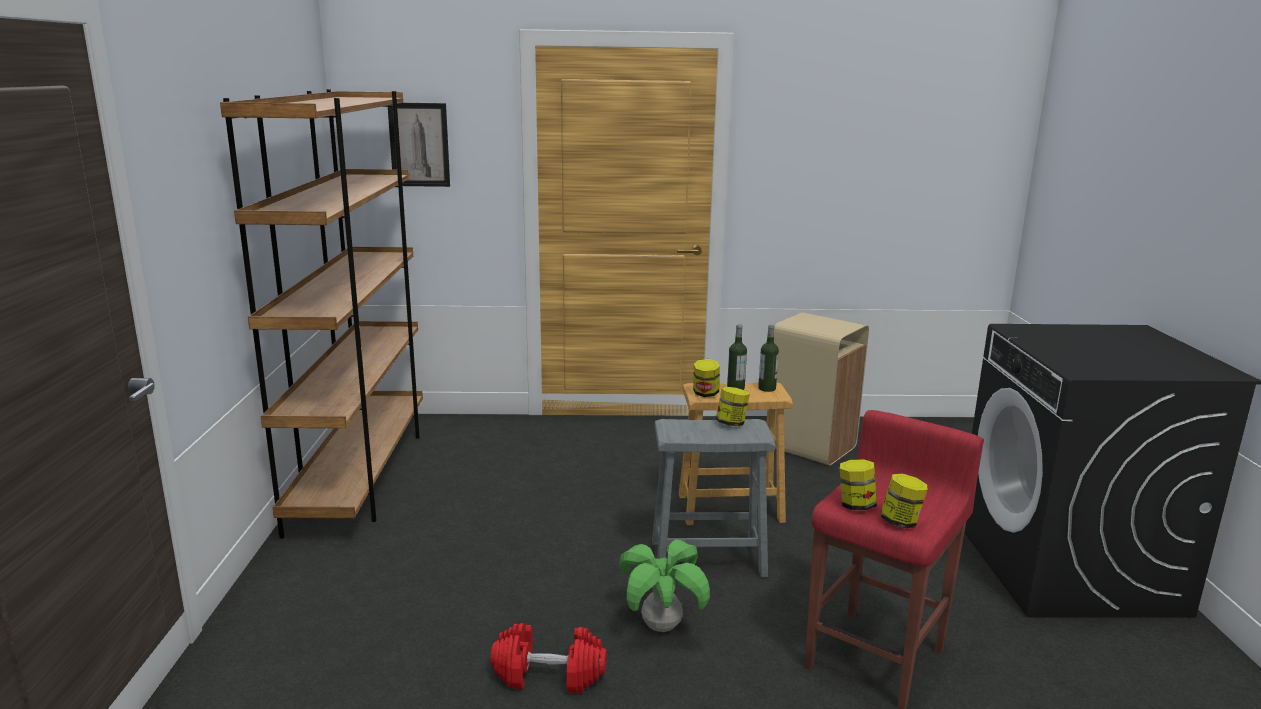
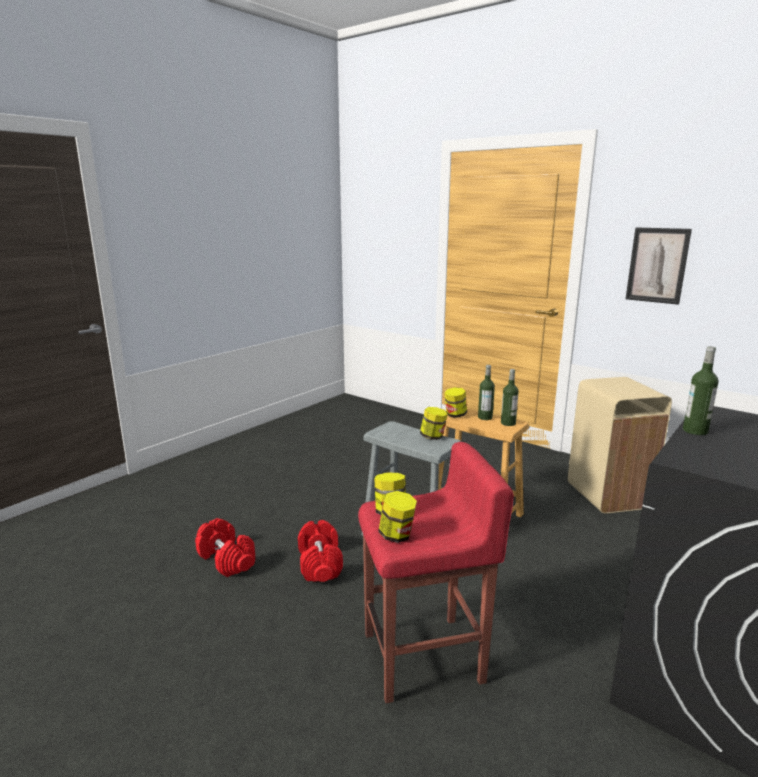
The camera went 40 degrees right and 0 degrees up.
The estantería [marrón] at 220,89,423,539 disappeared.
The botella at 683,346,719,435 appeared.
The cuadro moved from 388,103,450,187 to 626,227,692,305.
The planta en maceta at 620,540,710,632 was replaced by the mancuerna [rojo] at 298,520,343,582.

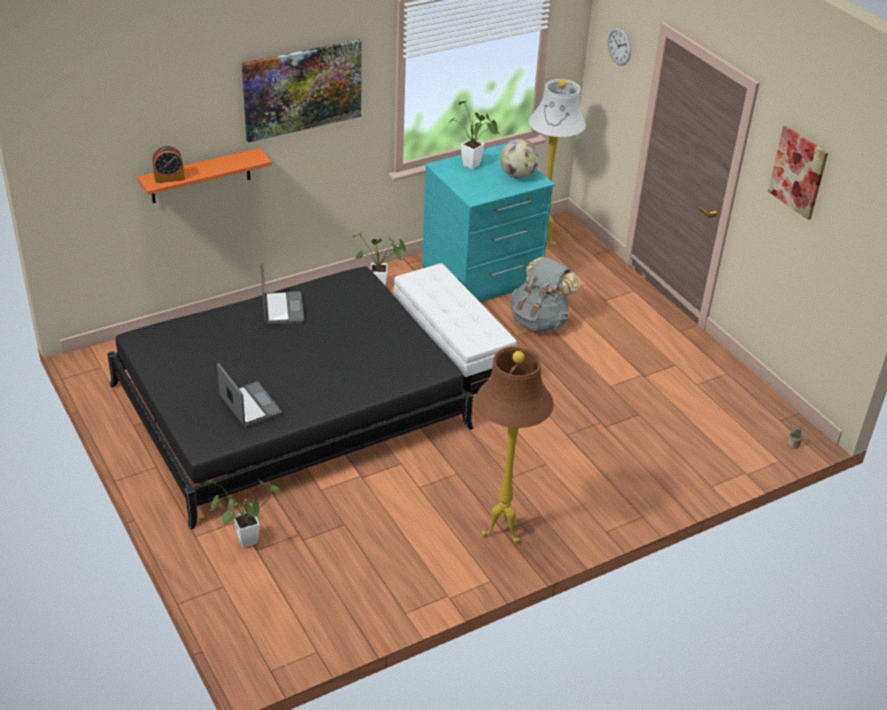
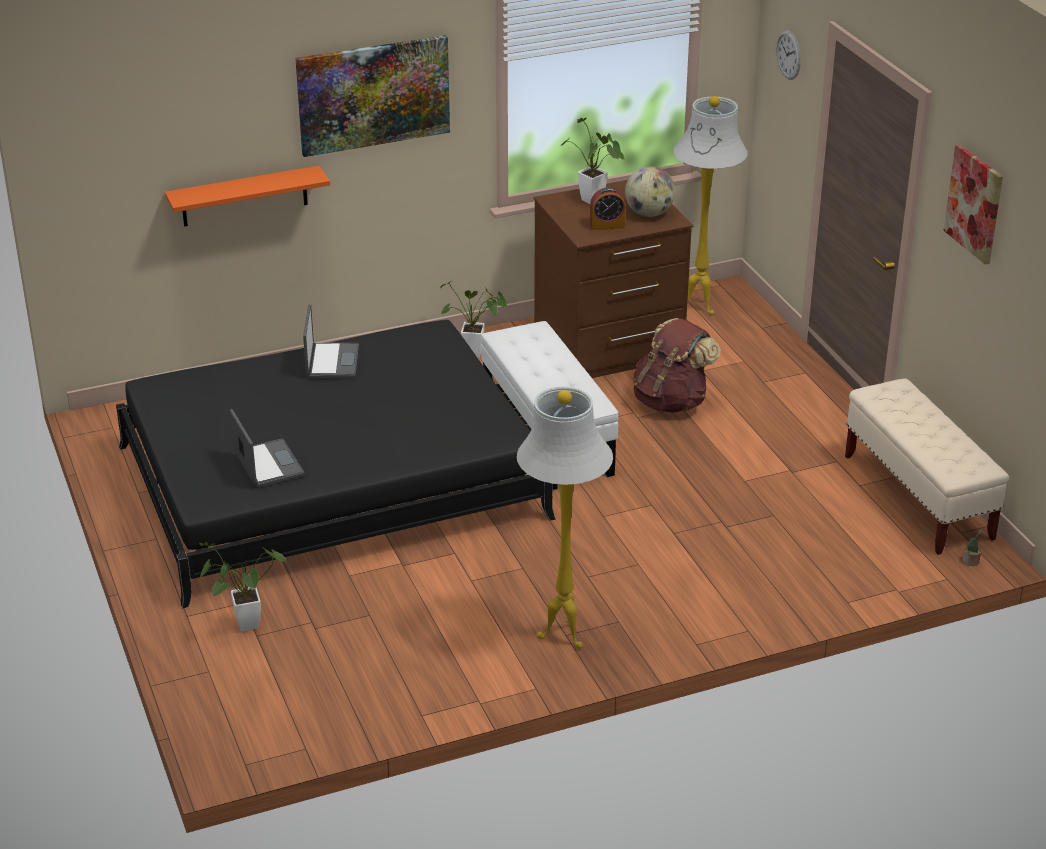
The camera went 10 degrees right and 5 degrees down.
The banco [beis] at 845,379,1009,555 appeared.
The despertador moved from 153,146,185,183 to 590,187,625,230.
The cómoda [turquesa] at 422,143,555,302 became the cómoda [marrón] at 534,180,694,378.
The lámpara de pie [marrón] at 476,346,554,543 became the lámpara de pie [blanco] at 517,386,613,649.
The mochila [gris] at 510,257,580,331 became the mochila [marrón] at 633,318,721,413.

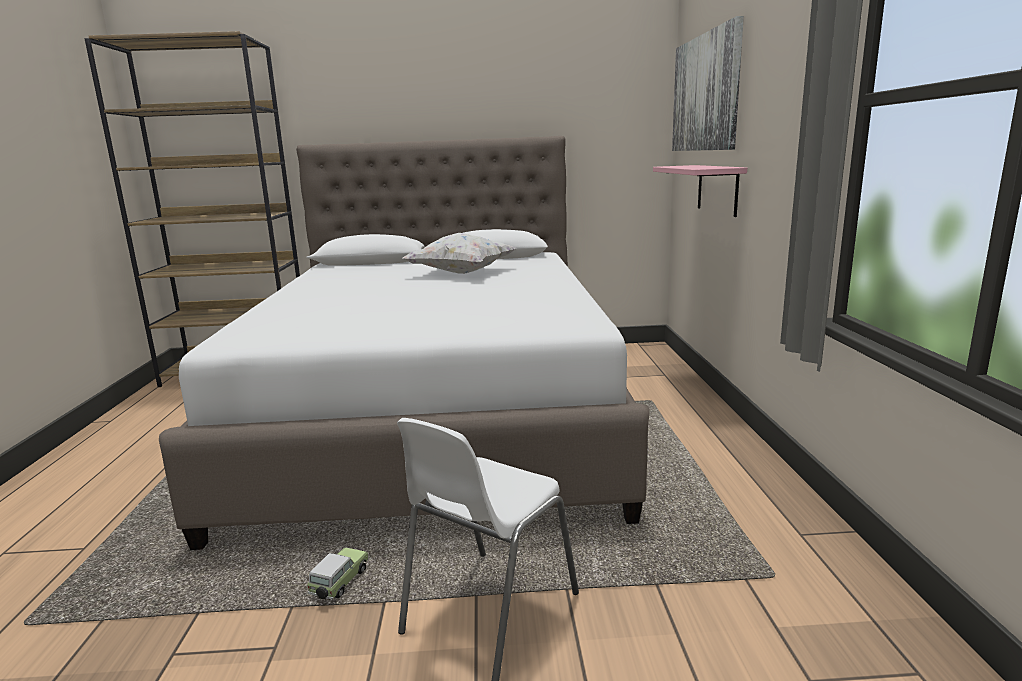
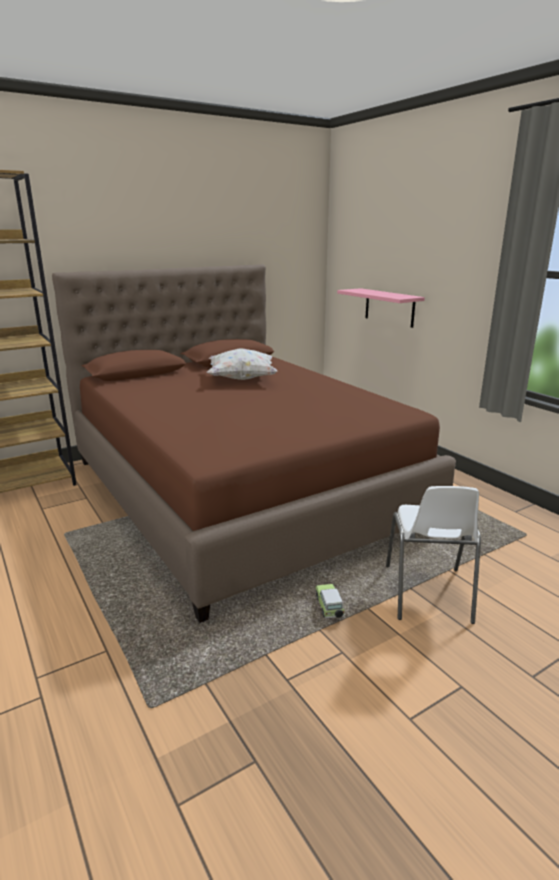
The camera went 30 degrees left and 5 degrees up.
The cuadro at 672,16,744,151 disappeared.
The cama [blanco] at 159,136,650,550 became the cama [marrón] at 52,264,456,623.

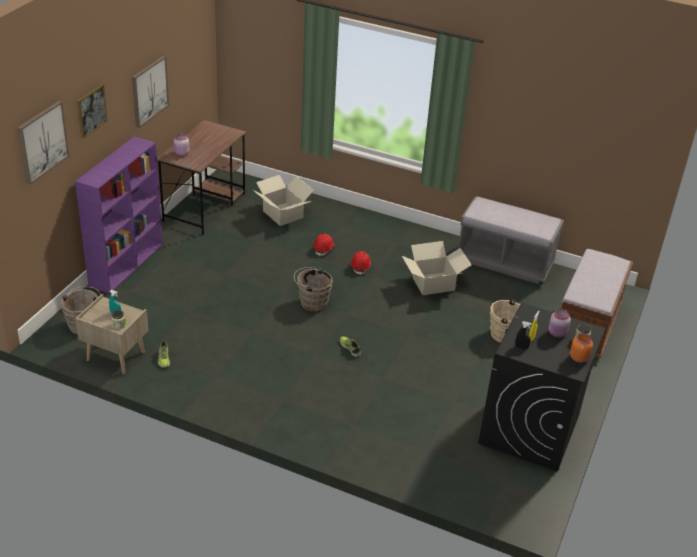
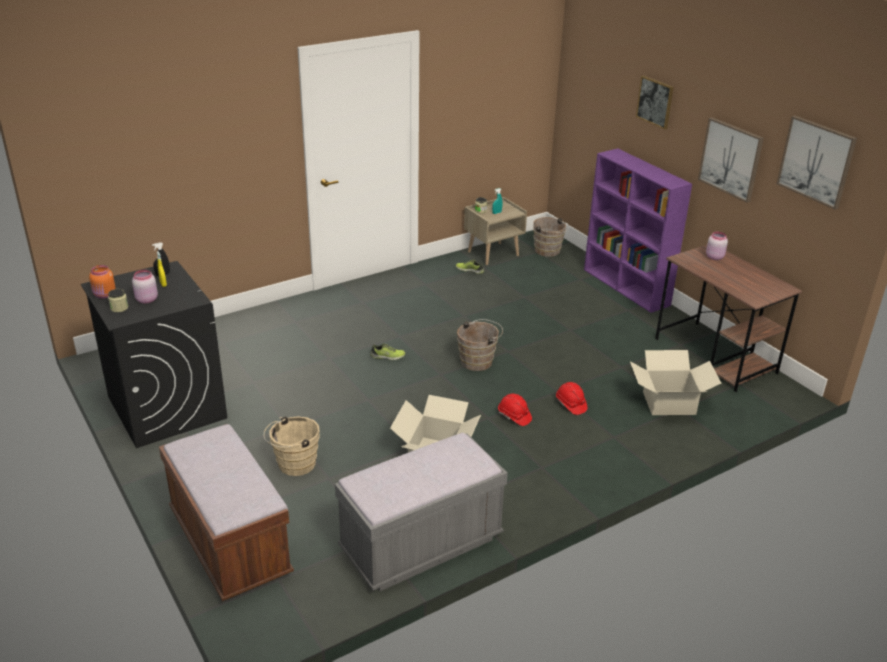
The camera went 125 degrees right and 5 degrees down.
The cuadro moved from 18,101,69,185 to 777,116,857,209.

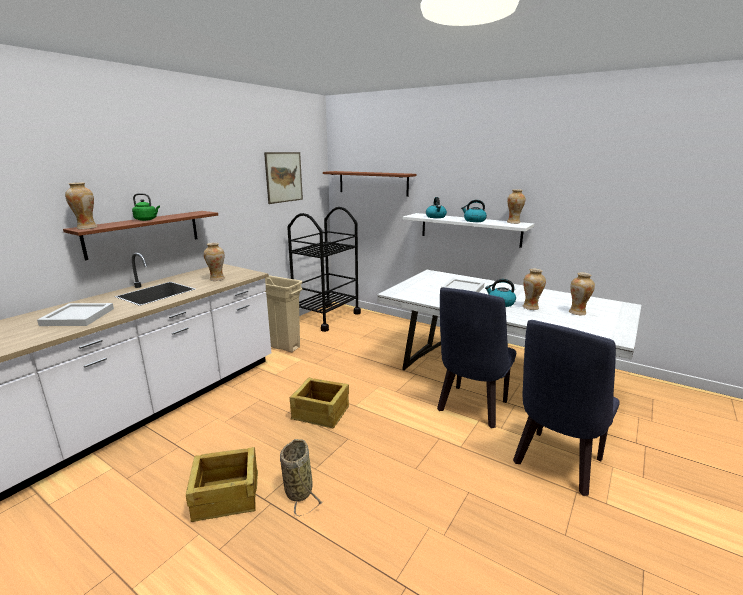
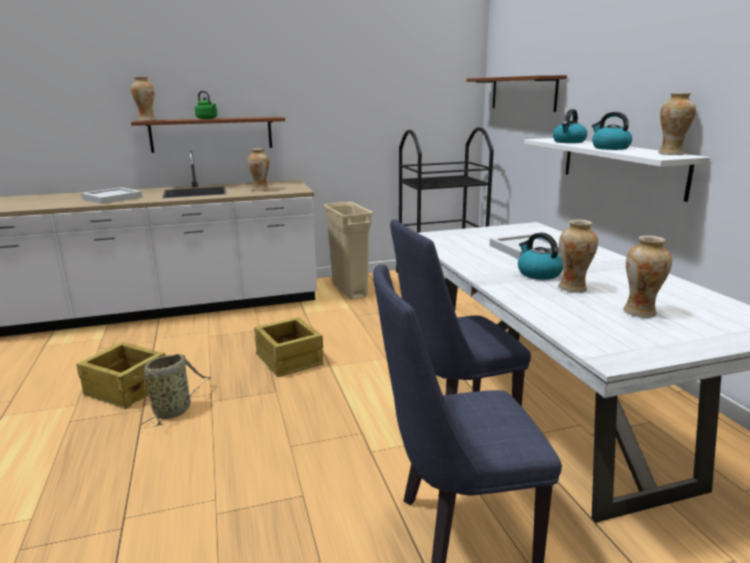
The camera went 40 degrees right and 0 degrees up.
The cuadro at 264,152,303,204 disappeared.

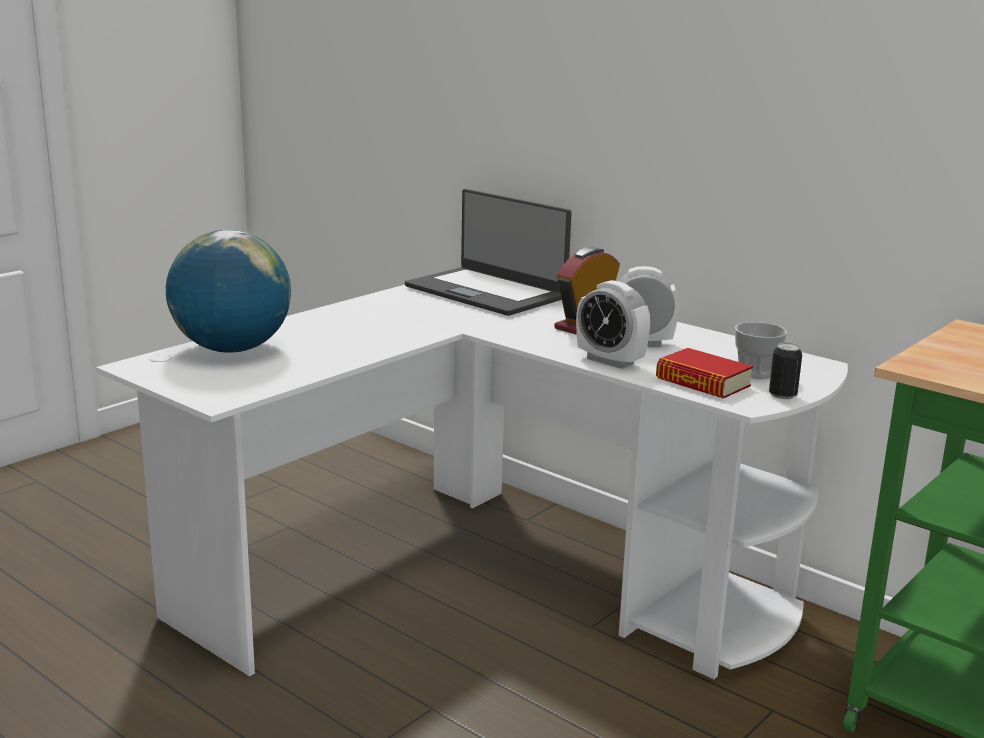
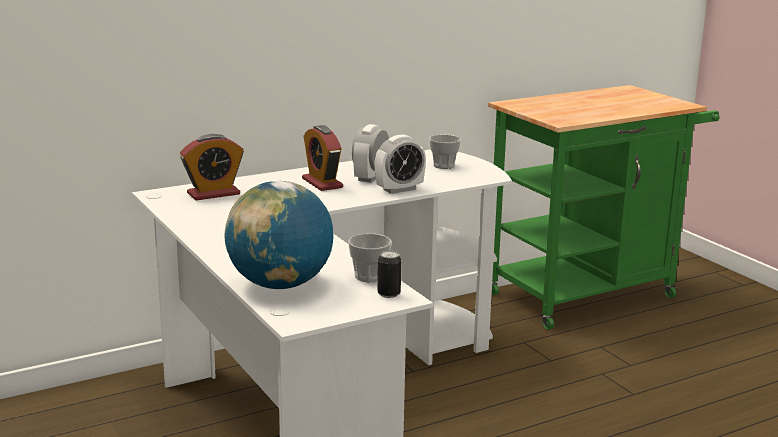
The camera went 70 degrees left and 0 degrees up.
The libro at 656,348,753,398 disappeared.
The taza at 348,233,392,282 appeared.
The lata moved from 769,343,802,399 to 378,251,401,298.
The portátil at 405,189,572,316 was replaced by the despertador at 180,134,244,200.

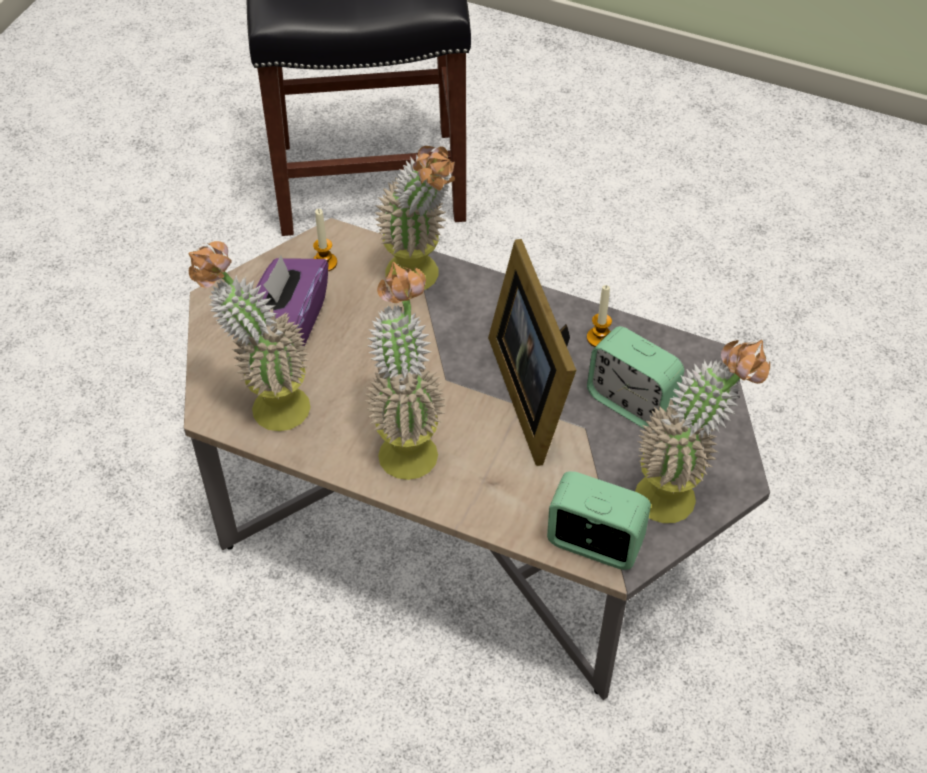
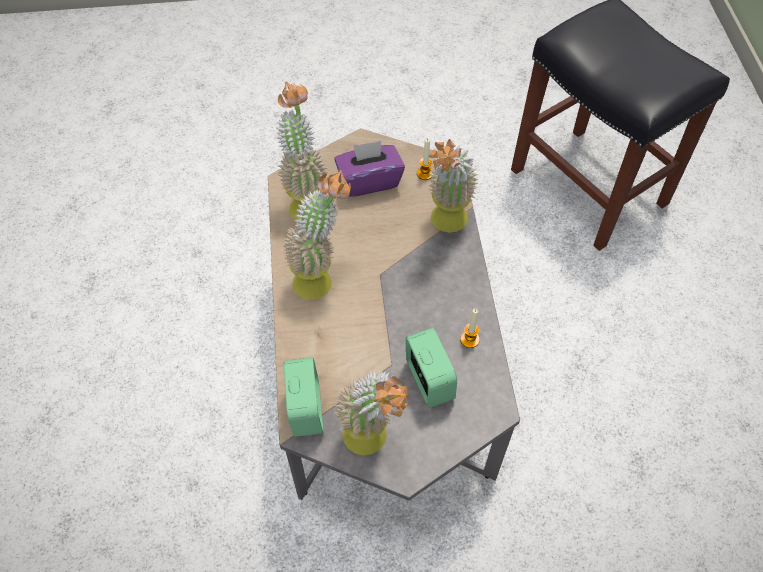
The camera went 60 degrees right and 5 degrees up.
The portarretratos at 488,239,576,466 disappeared.
The despertador at 587,326,684,429 turned 150 degrees clockwise.

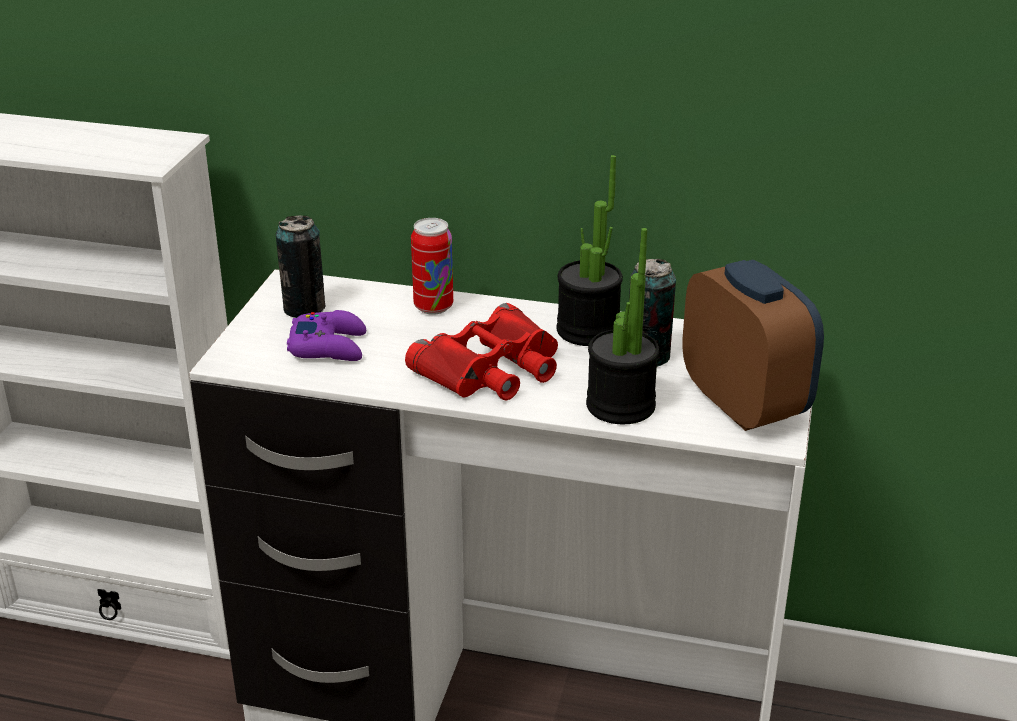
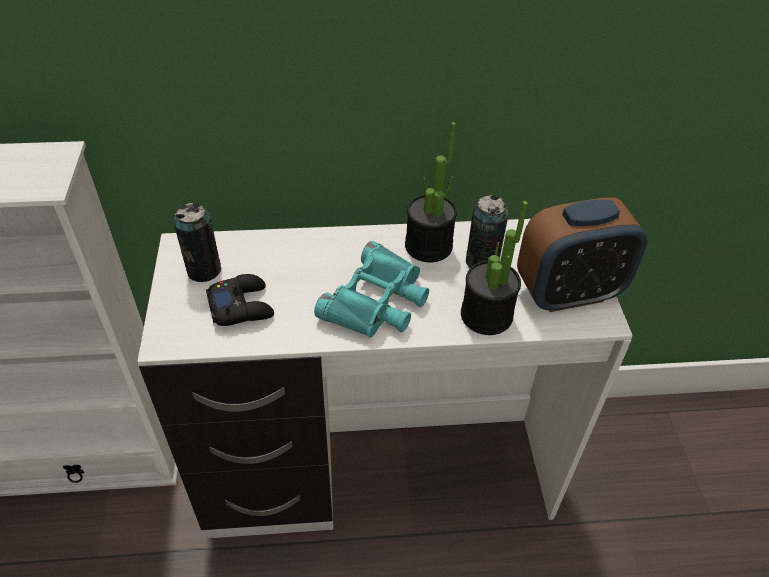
The camera went 20 degrees left and 15 degrees up.
The lata at 411,218,453,315 disappeared.
The mando de consola [morado] at 287,310,366,361 became the mando de consola [negro] at 206,274,274,326.
The prismáticos [rojo] at 405,303,558,400 became the prismáticos [turquesa] at 314,241,429,338.
The despertador at 682,260,824,431 turned 120 degrees clockwise.

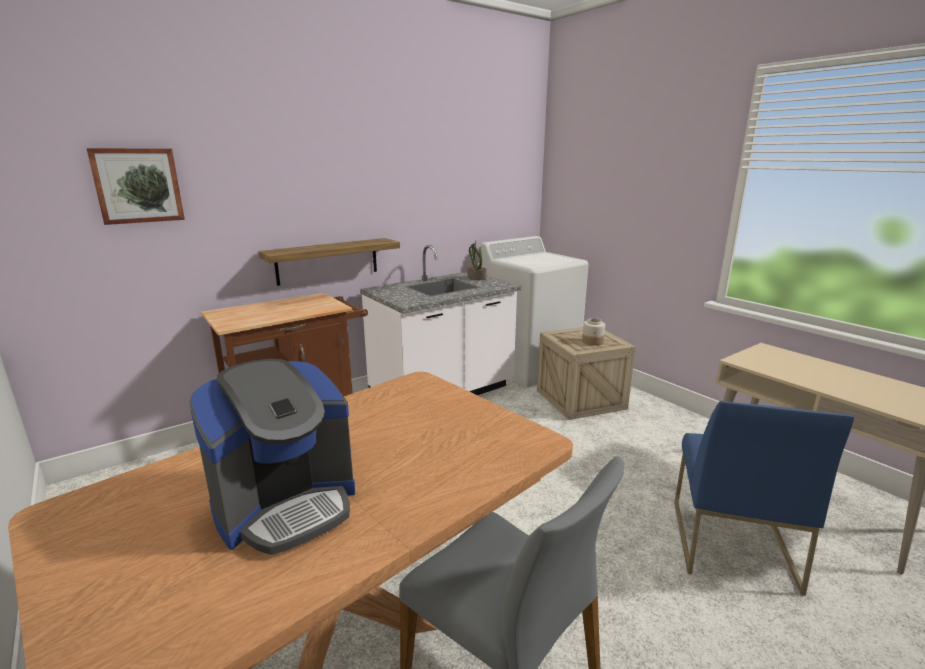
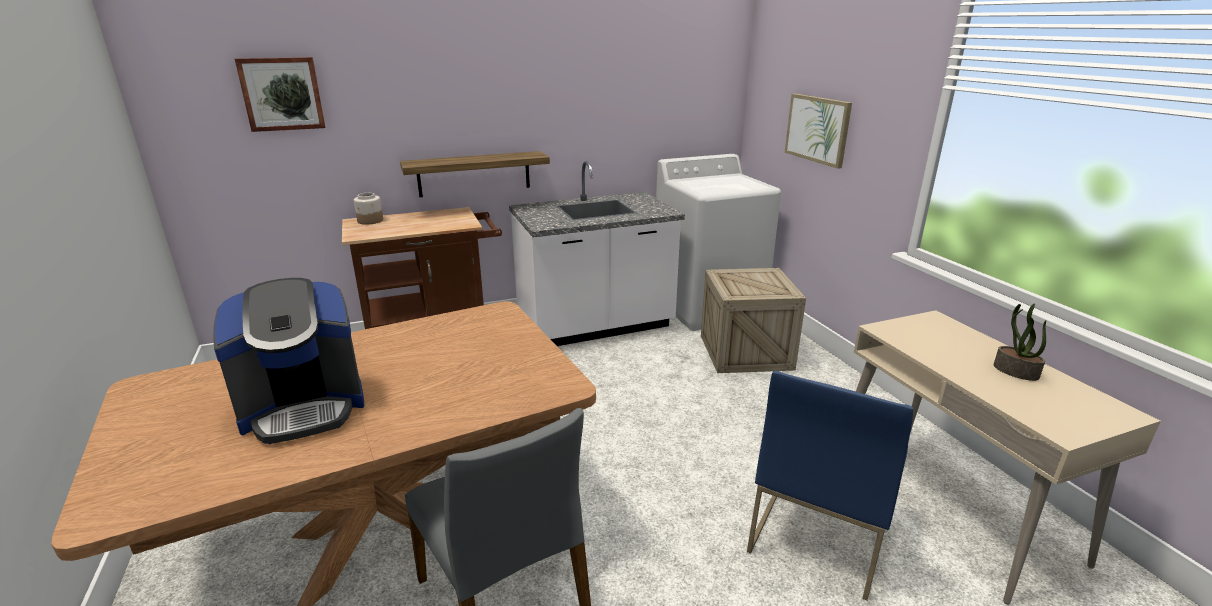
The camera went 15 degrees right and 5 degrees up.
The cuadro at 785,94,852,169 appeared.
The planta en maceta moved from 468,241,487,280 to 994,303,1046,381.
The tarro moved from 582,318,605,346 to 354,193,383,225.

